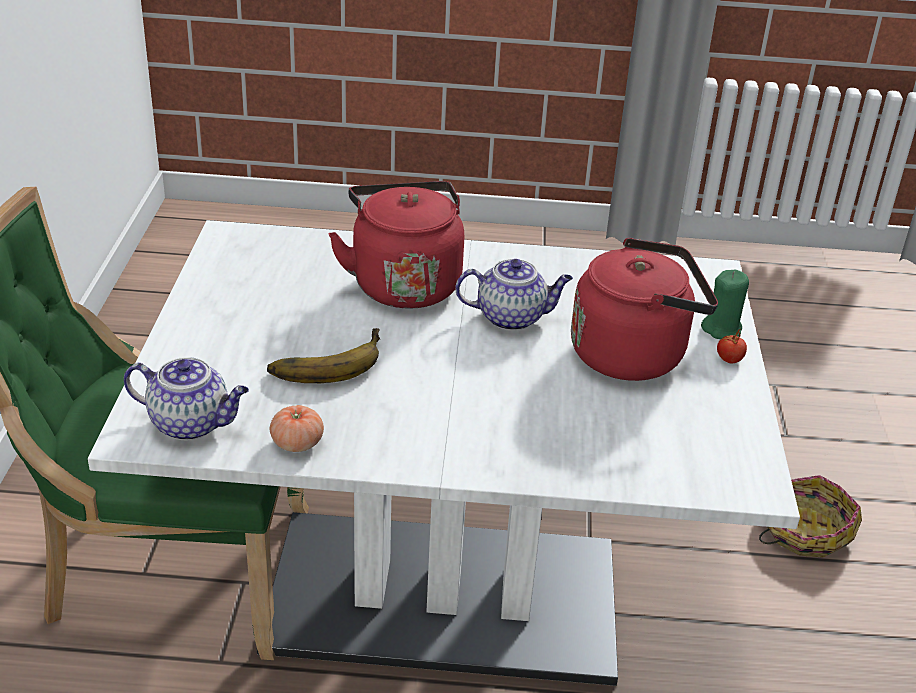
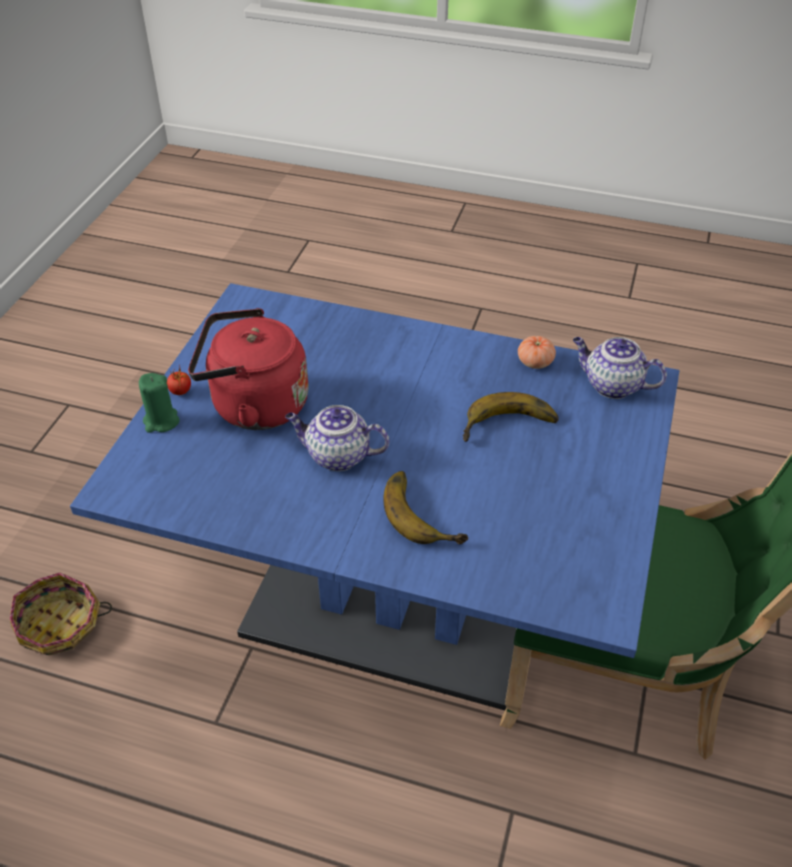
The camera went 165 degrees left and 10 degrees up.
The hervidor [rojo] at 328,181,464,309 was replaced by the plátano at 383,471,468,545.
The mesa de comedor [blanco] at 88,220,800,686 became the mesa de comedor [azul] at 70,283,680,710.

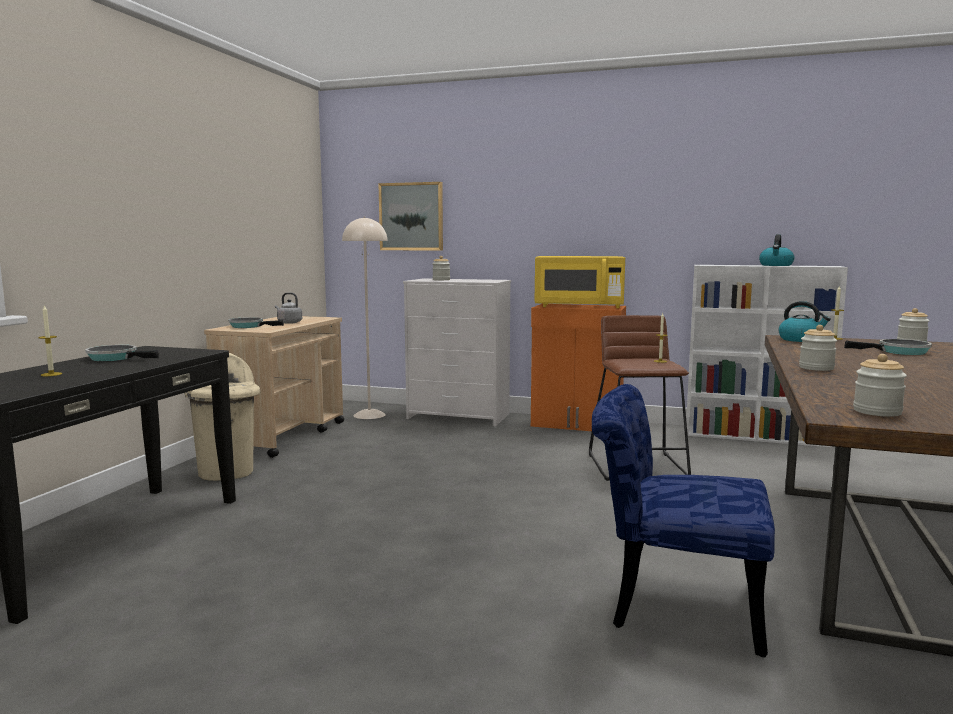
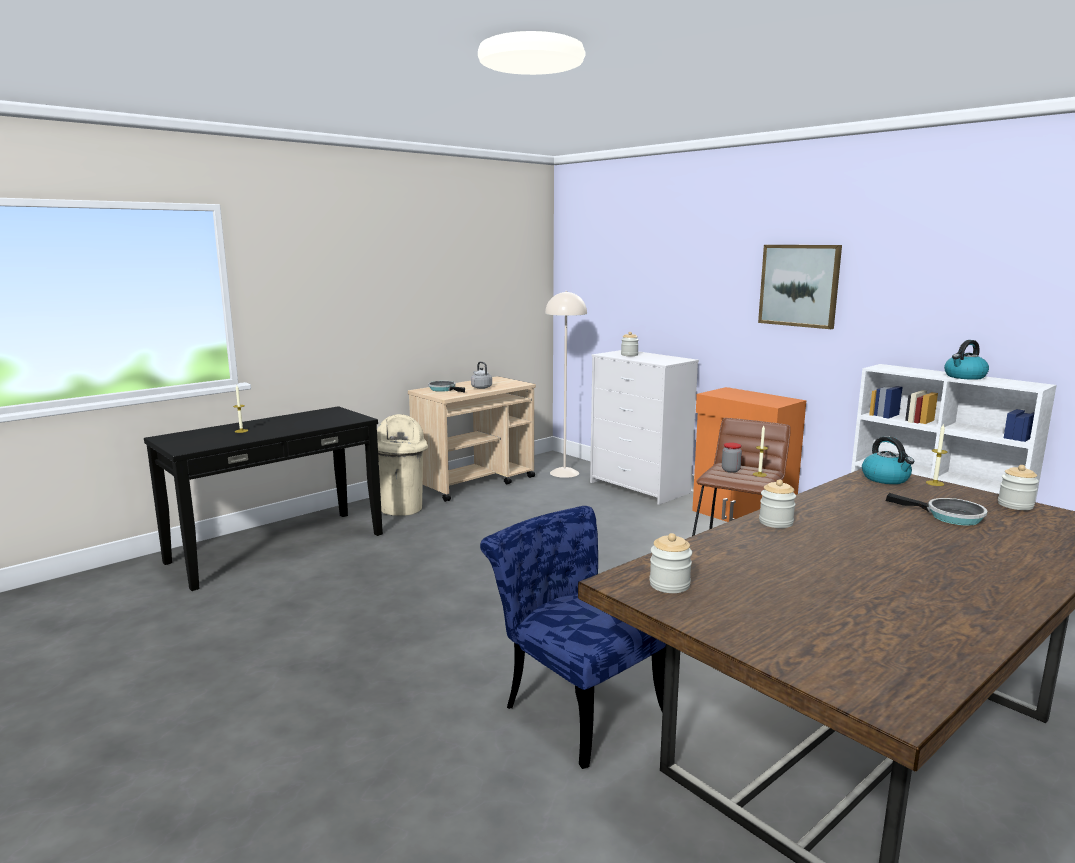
The camera went 30 degrees right and 5 degrees up.
The sartén at 85,345,159,361 disappeared.
The microondas [amarillo] at 535,256,625,308 disappeared.
The tarro at 722,443,742,473 appeared.
The cuadro moved from 378,182,443,251 to 758,245,842,329.

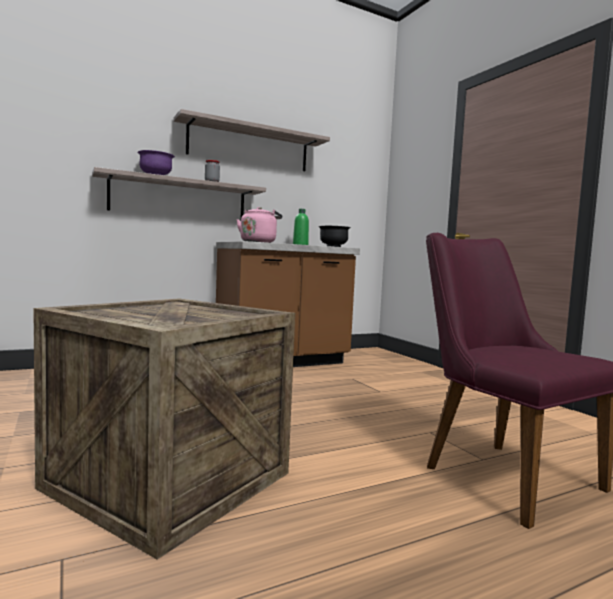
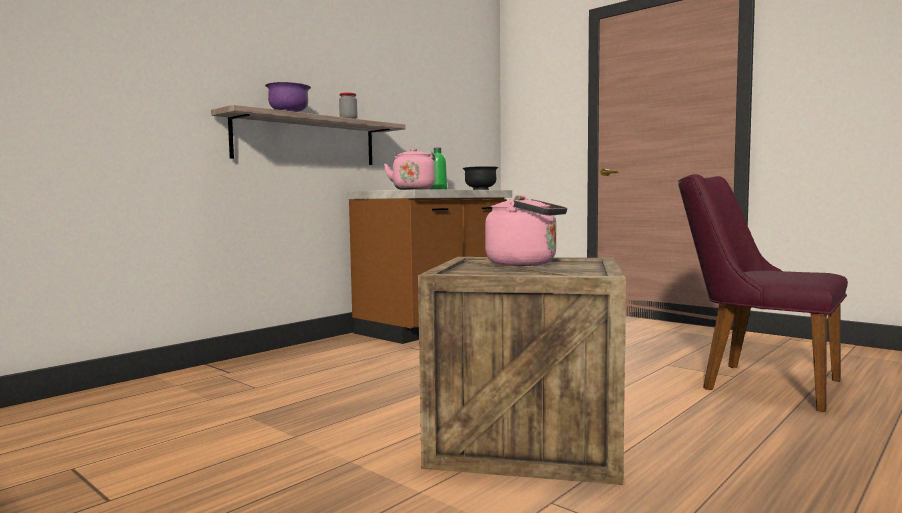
The camera went 20 degrees left and 0 degrees up.
The estante at 173,109,330,171 disappeared.
The hervidor [rosa] at 485,195,567,266 appeared.

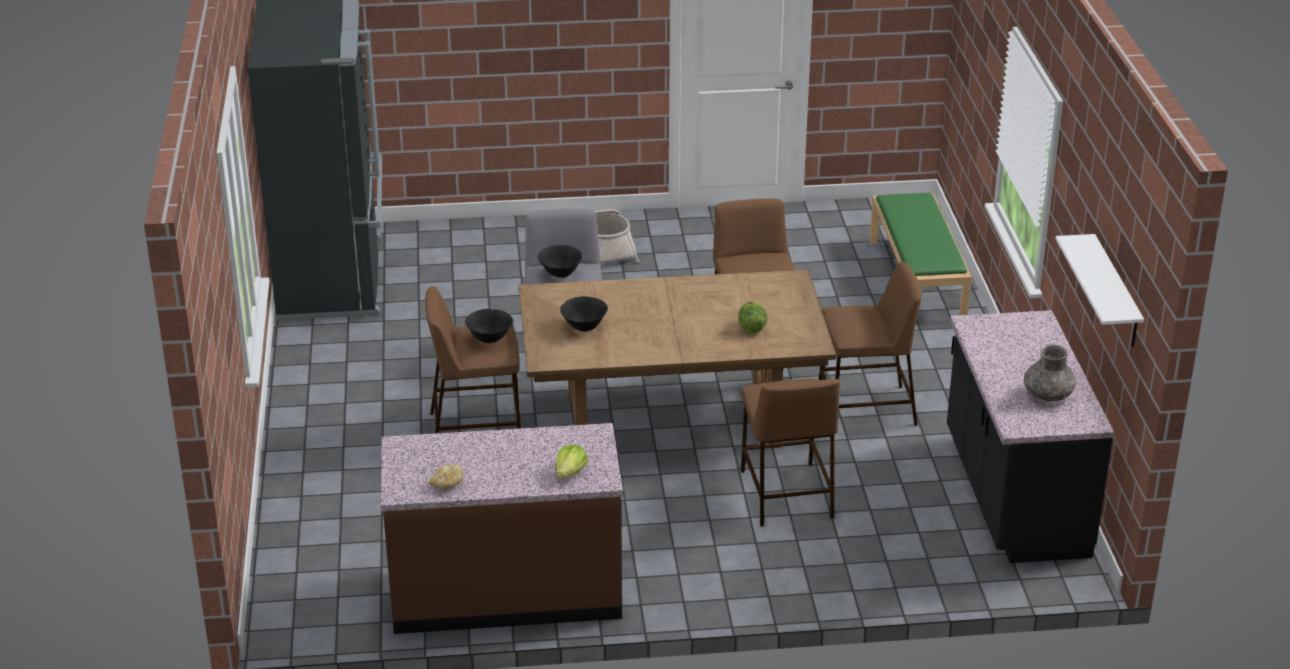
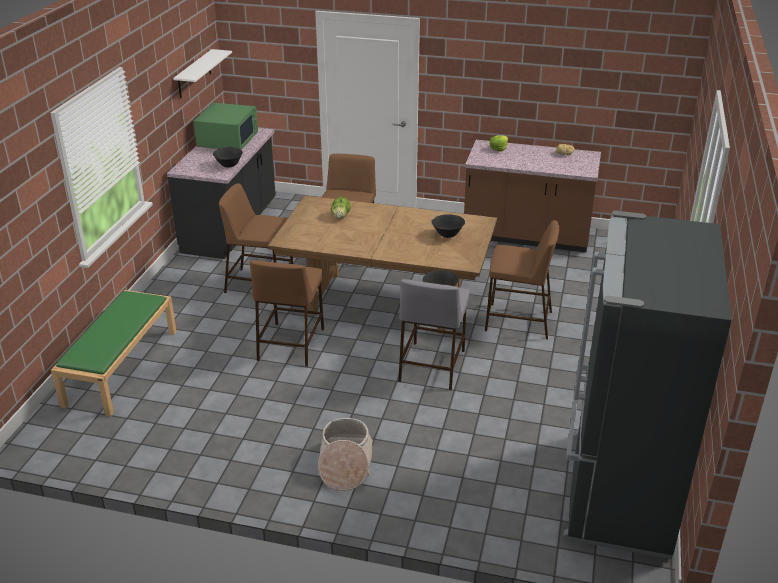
The camera went 160 degrees left and 0 degrees up.
The cuenco [negro] moved from 465,309,513,343 to 213,147,243,168.
The florero [gris] at 1024,344,1077,402 was replaced by the microondas [verde] at 194,103,258,150.

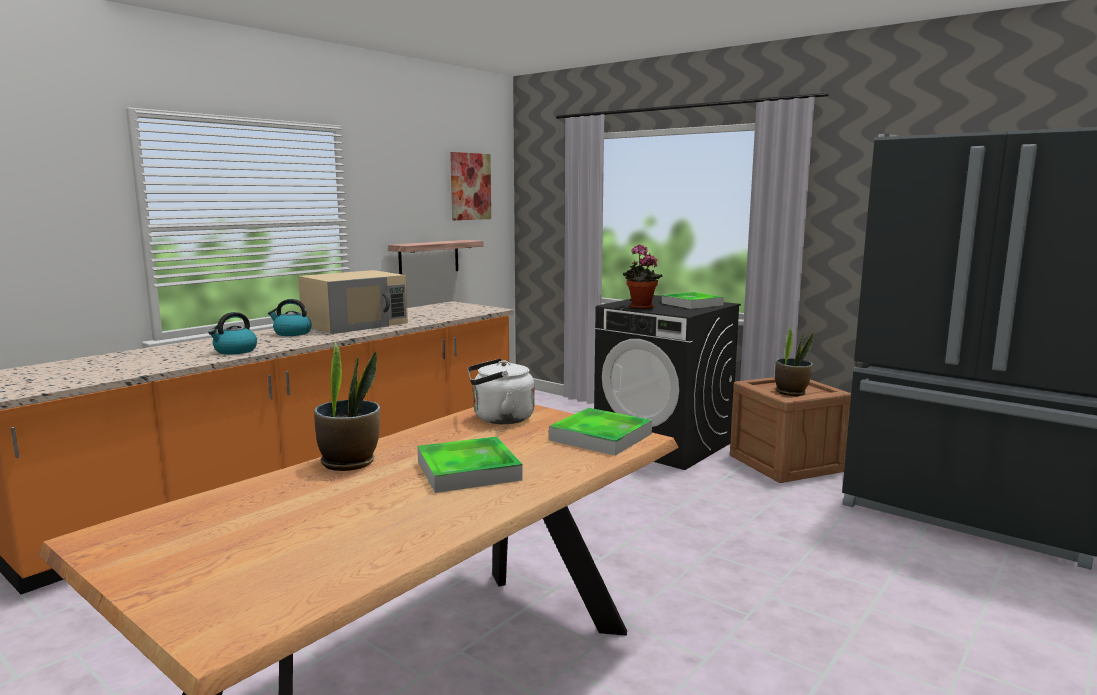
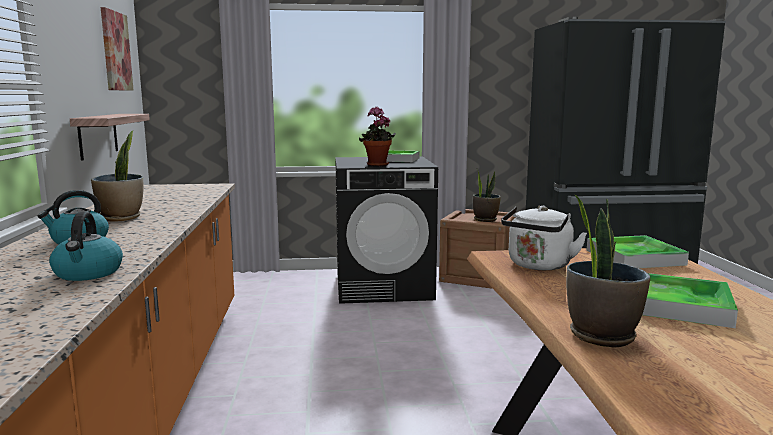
The camera went 45 degrees left and 0 degrees up.
The microondas [beis] at 298,270,408,334 was replaced by the planta en maceta at 91,131,143,222.

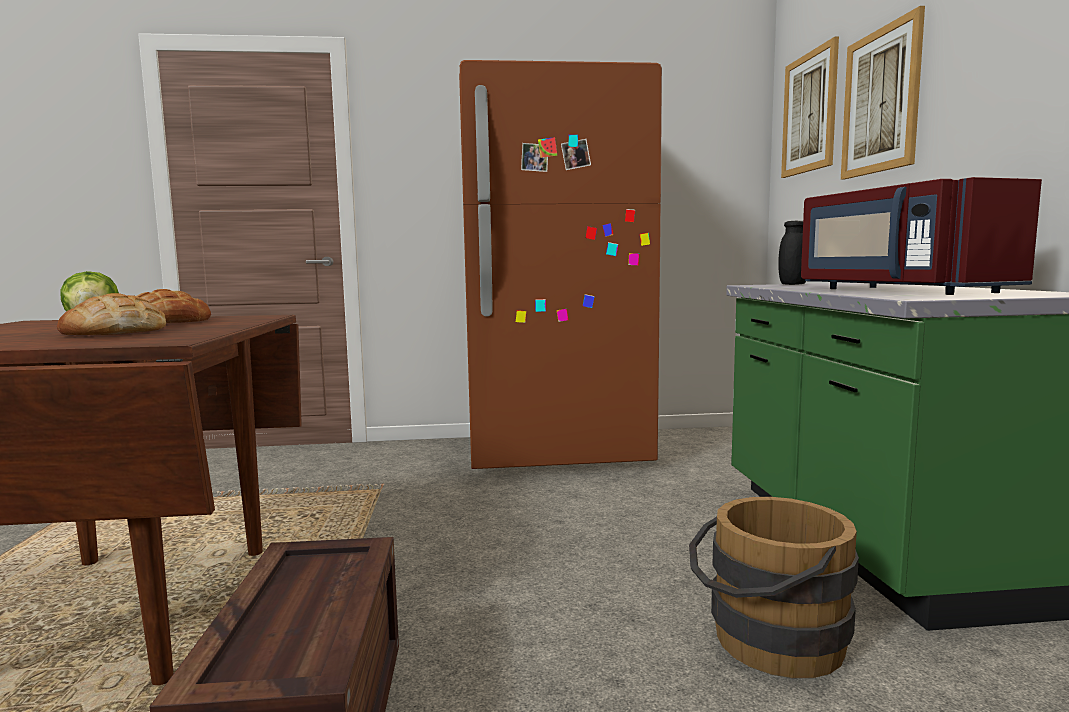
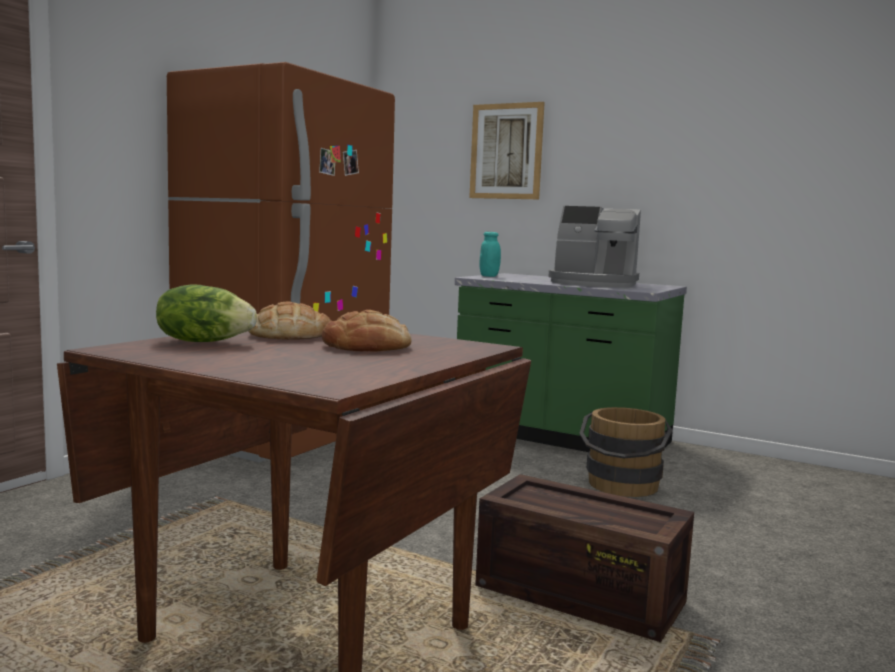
The camera went 55 degrees left and 0 degrees up.
The cuadro at 781,36,839,178 disappeared.
The microondas [rojo] at 801,177,1042,295 was replaced by the cafetera at 549,206,641,288.
The tarro [negro] at 778,221,806,285 became the tarro [turquesa] at 480,232,501,277.

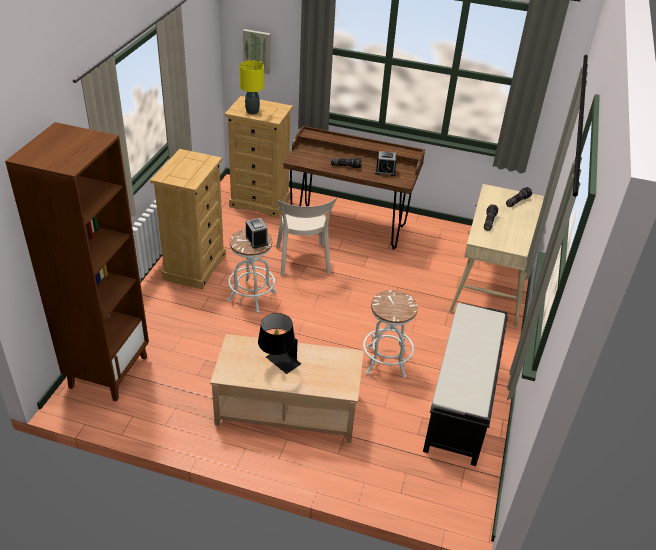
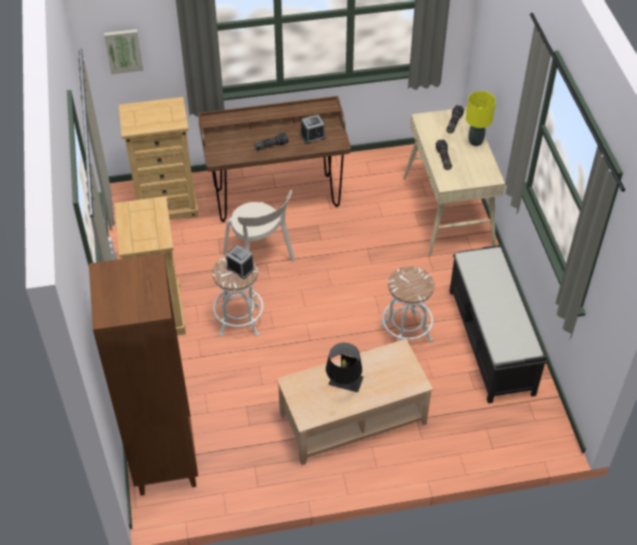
The camera went 25 degrees left and 10 degrees up.
The lámpara de mesa [amarillo] moved from 240,60,264,114 to 466,91,496,146.

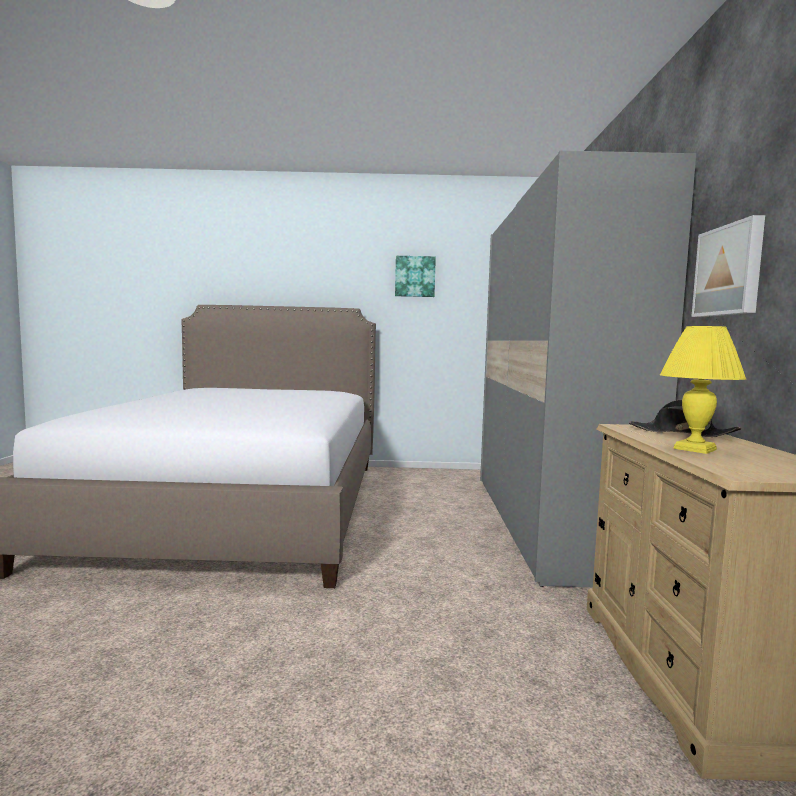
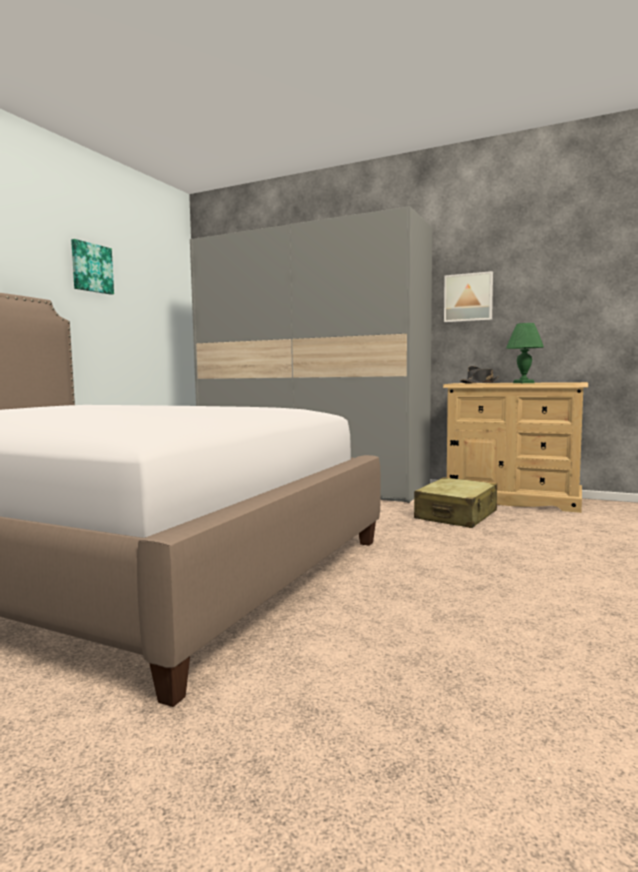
The camera went 65 degrees left and 0 degrees up.
The maleta [beis] at 414,477,497,528 appeared.
The lámpara de mesa [amarillo] at 660,326,746,454 became the lámpara de mesa [verde] at 506,323,544,383.

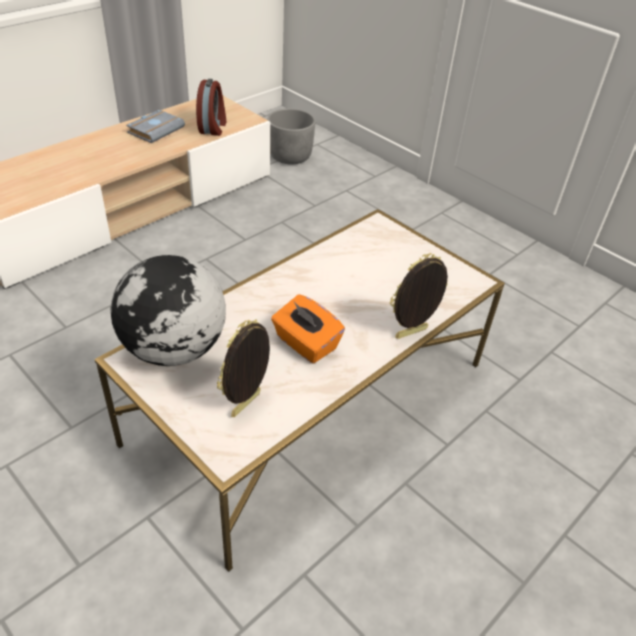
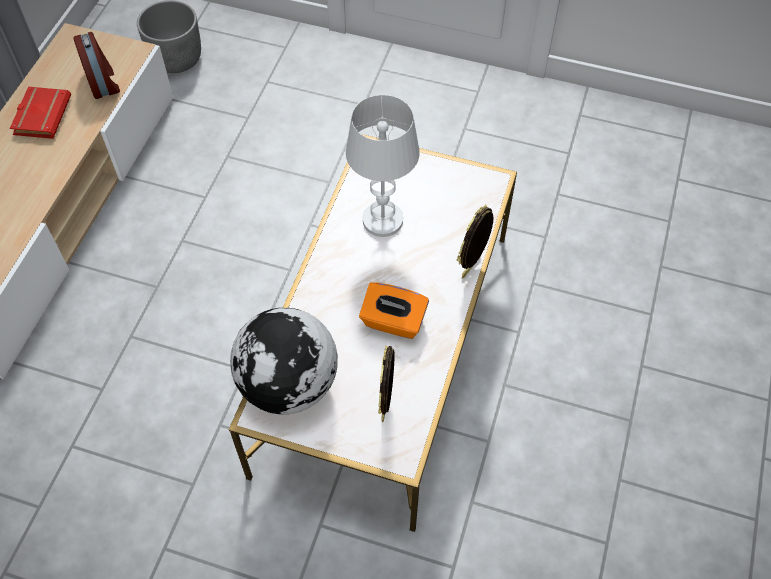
The camera went 25 degrees left and 15 degrees up.
The lámpara de mesa [blanco] at 346,95,420,237 appeared.
The libro [gris] at 126,110,185,143 became the libro [rojo] at 10,87,71,139.

